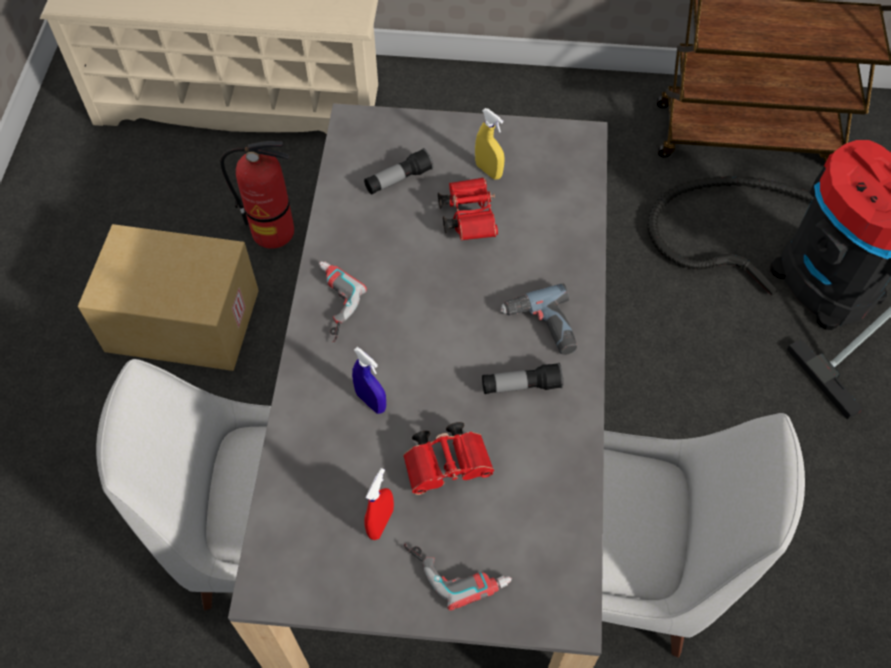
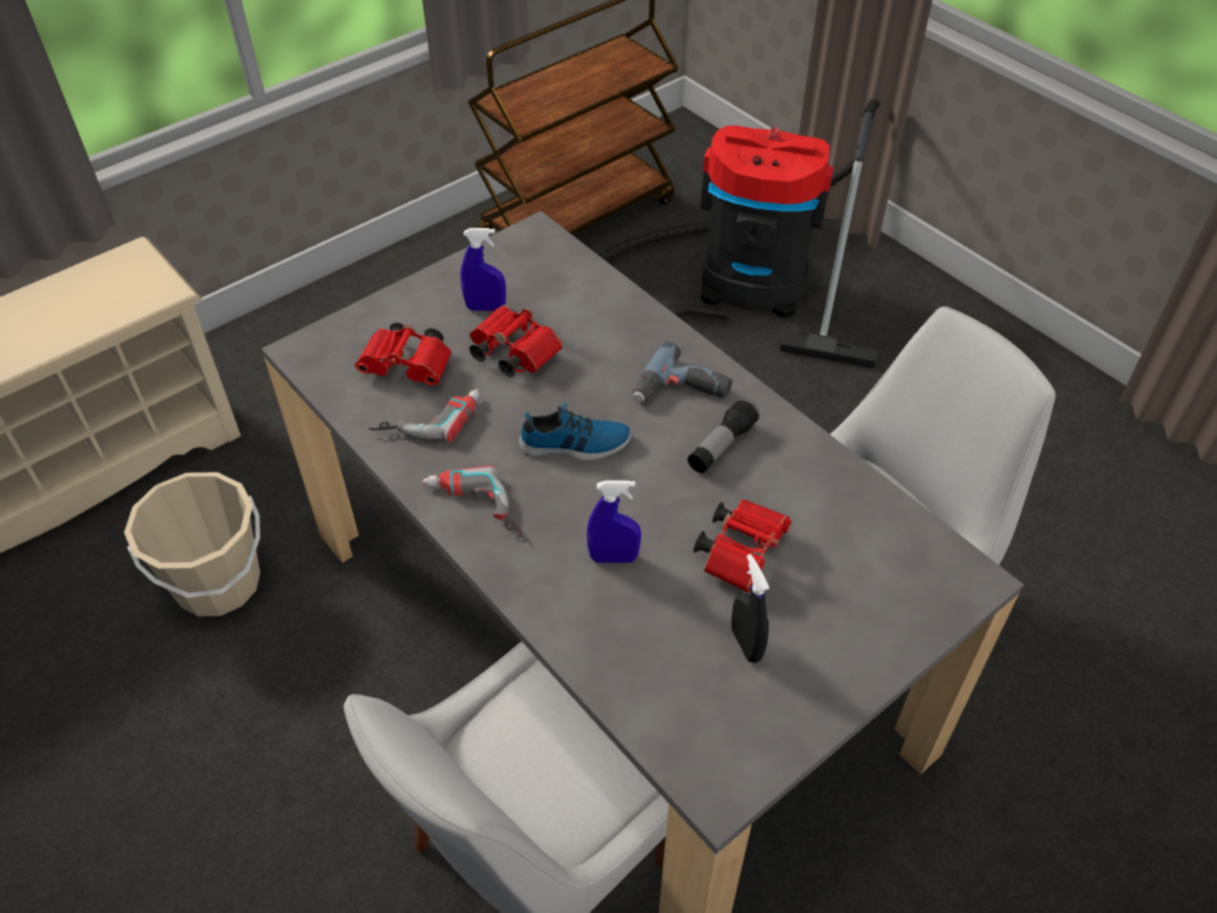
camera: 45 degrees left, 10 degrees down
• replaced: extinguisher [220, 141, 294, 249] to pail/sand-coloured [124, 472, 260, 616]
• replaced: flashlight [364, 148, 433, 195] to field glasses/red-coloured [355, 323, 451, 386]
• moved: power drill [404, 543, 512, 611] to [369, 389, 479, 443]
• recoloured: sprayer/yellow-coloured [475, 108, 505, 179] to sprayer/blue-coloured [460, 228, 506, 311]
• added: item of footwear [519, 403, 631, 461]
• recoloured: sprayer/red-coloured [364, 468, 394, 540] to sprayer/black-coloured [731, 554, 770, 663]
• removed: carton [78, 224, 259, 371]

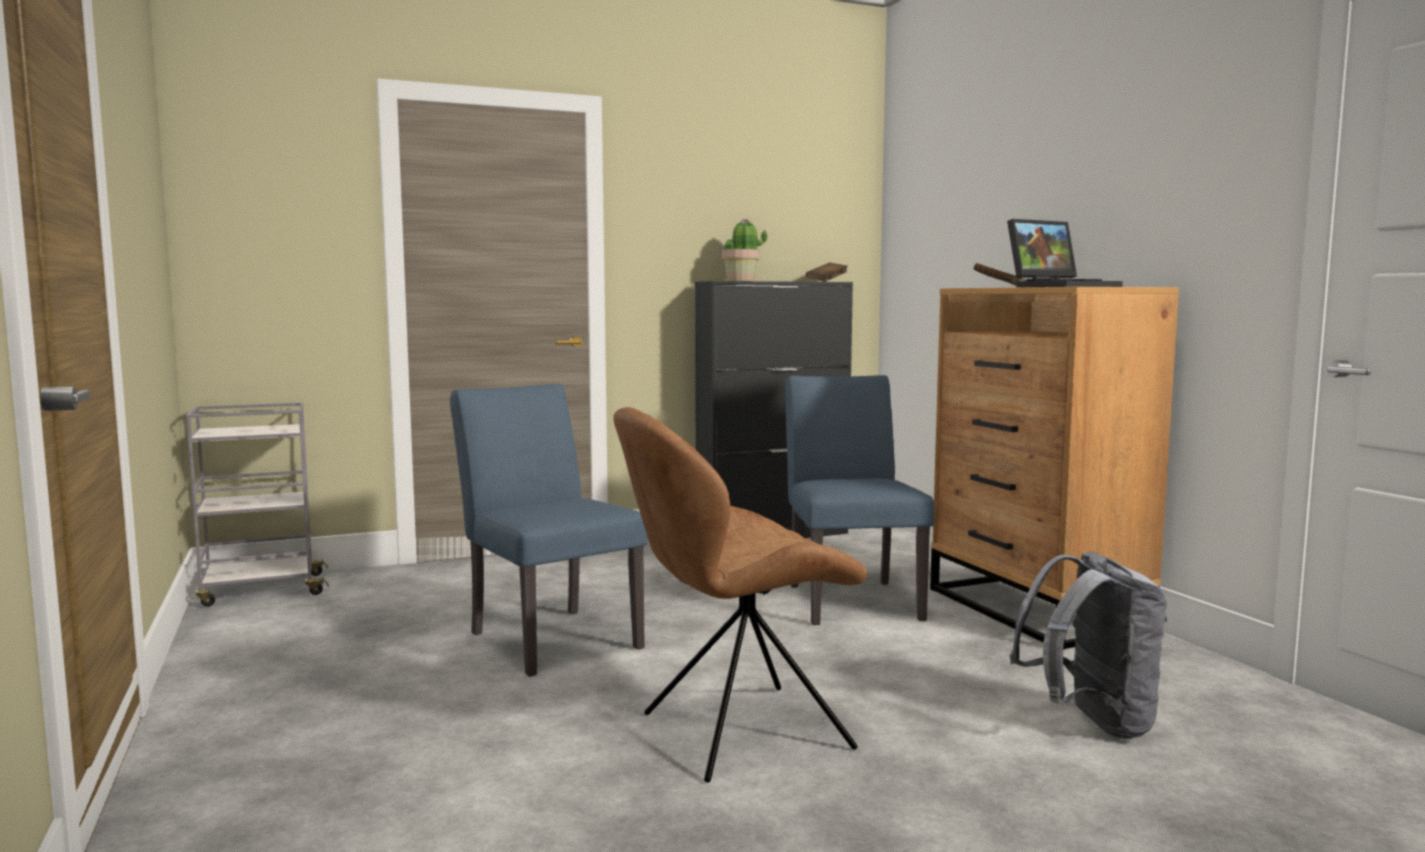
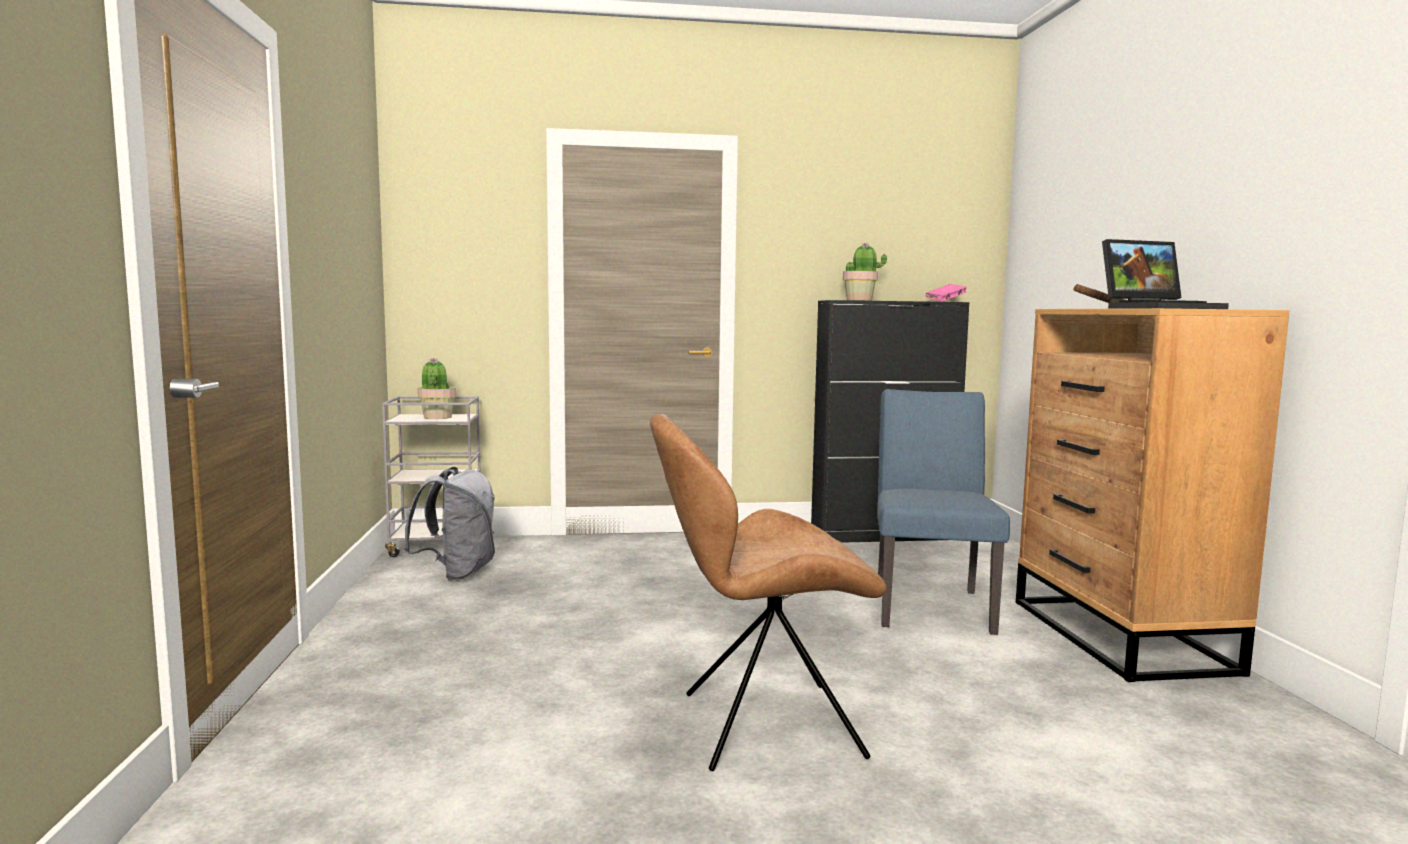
camera: 15 degrees right, 0 degrees up
• moved: knapsack/grey [1010, 552, 1167, 740] to [403, 467, 495, 581]
• added: plant in a pot [418, 358, 456, 419]
• recoloured: book/brown-coloured [806, 263, 847, 282] to book/pink-coloured [925, 284, 967, 302]
• removed: upright chair/blue-coloured [450, 384, 648, 677]

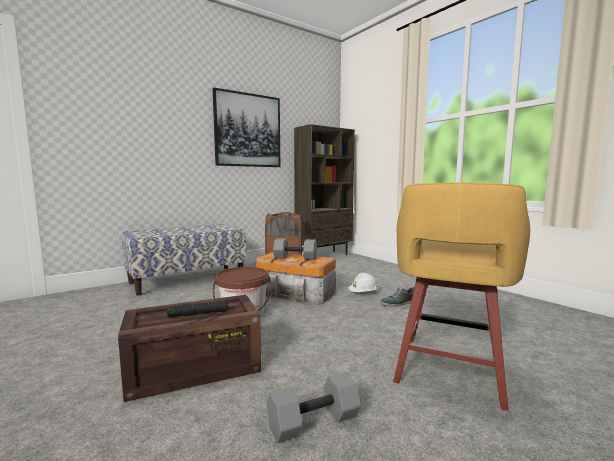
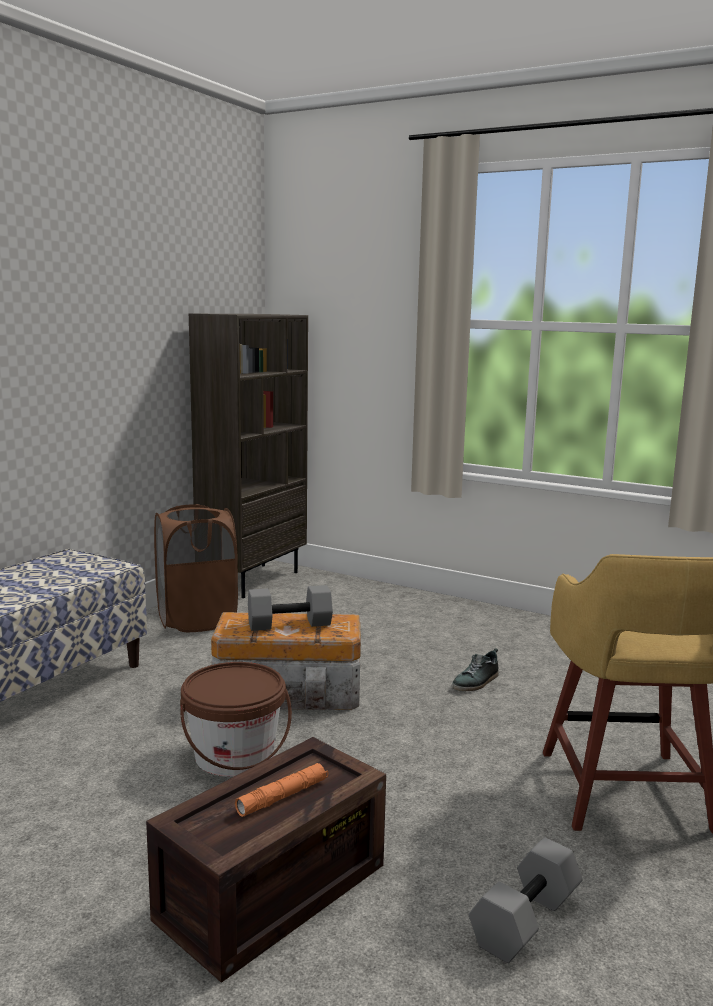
camera: 25 degrees left, 5 degrees up
• recoloured: flashlight/black-coloured [167, 301, 229, 317] to flashlight/orange [235, 763, 329, 817]
• removed: picture [212, 88, 280, 167]
• removed: work helmet/white-coloured [348, 273, 378, 292]

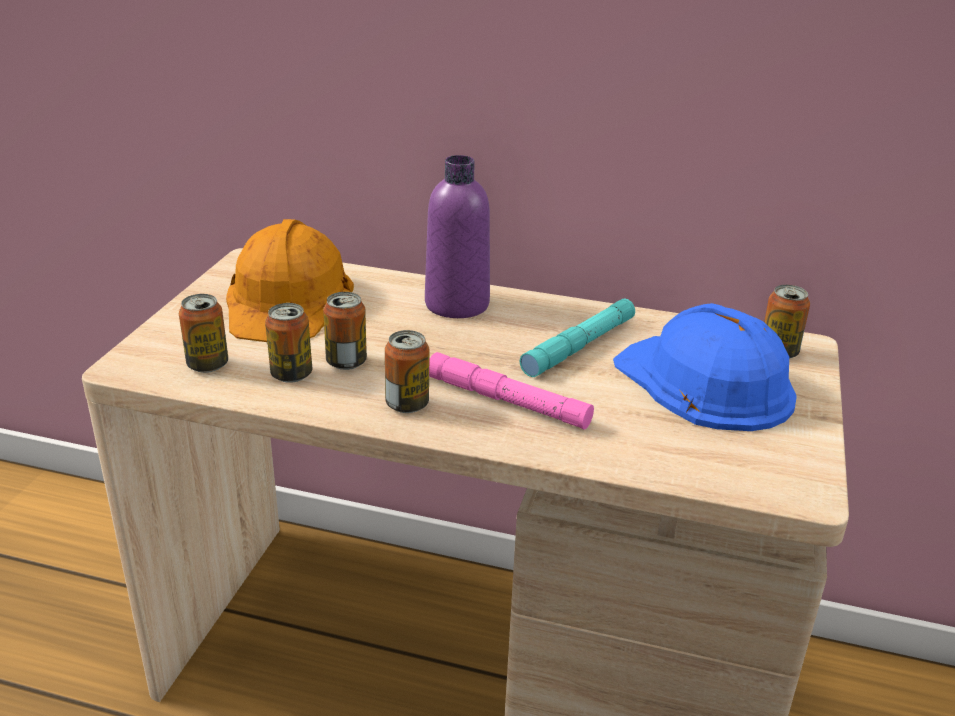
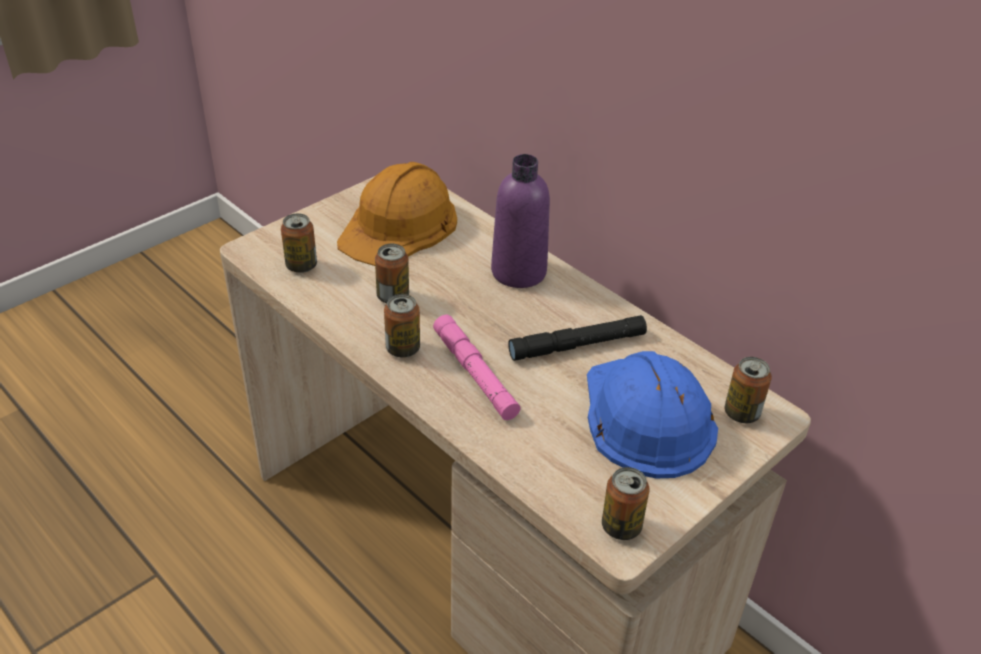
camera: 30 degrees right, 10 degrees up
• recoloured: flashlight/turquoise-coloured [520, 299, 635, 377] to flashlight/black-coloured [508, 315, 647, 361]
• moved: sealed can [265, 303, 312, 383] to [602, 467, 649, 540]

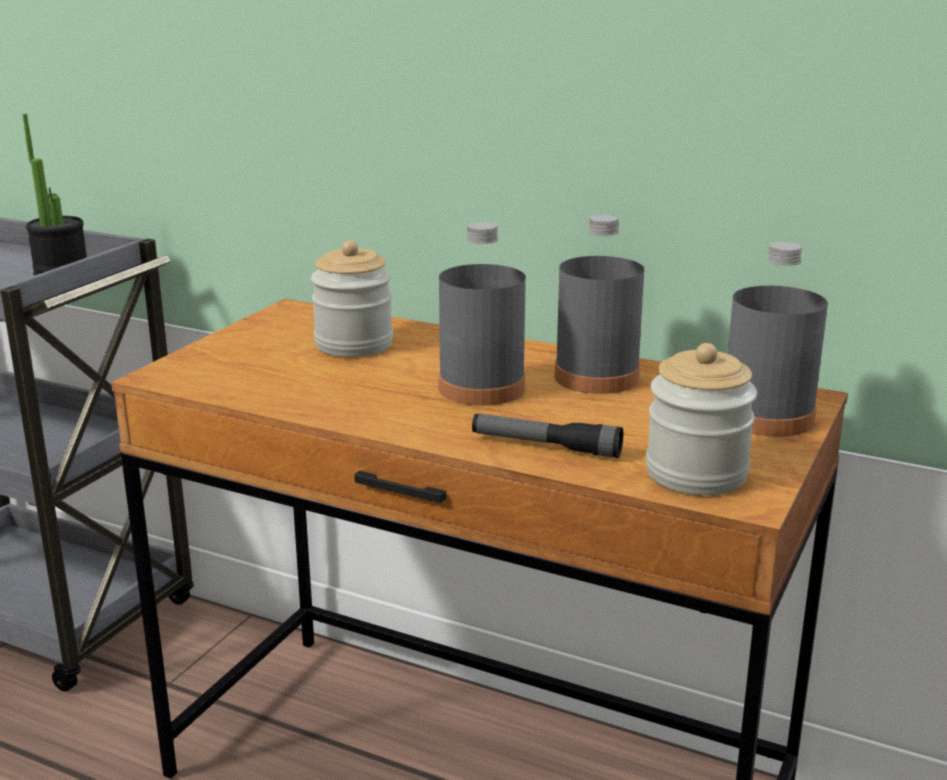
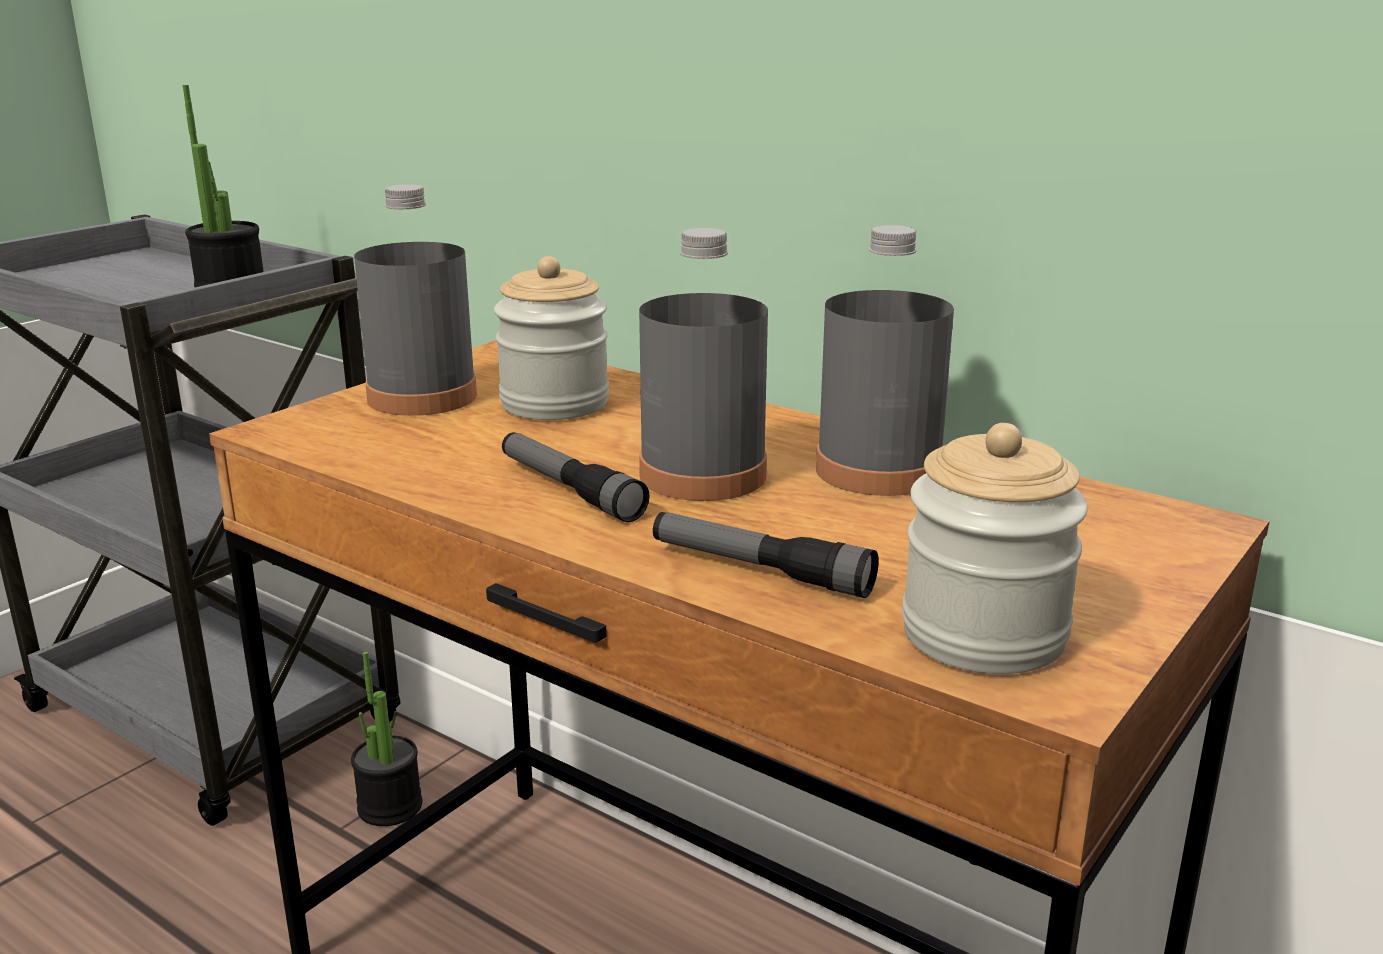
camera: 10 degrees right, 0 degrees up
• added: plant in a pot [351, 652, 422, 826]
• moved: drink bottle/grey [728, 242, 828, 437] to [354, 184, 477, 416]
• added: flashlight [502, 432, 650, 522]

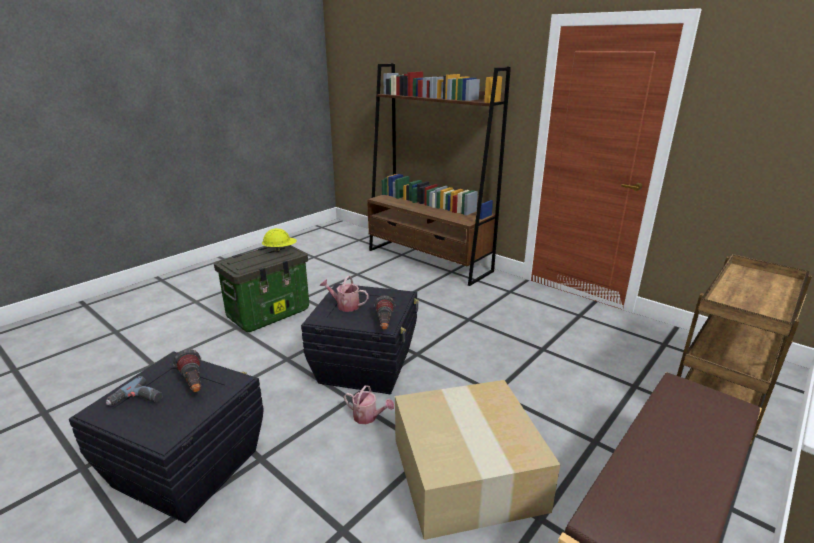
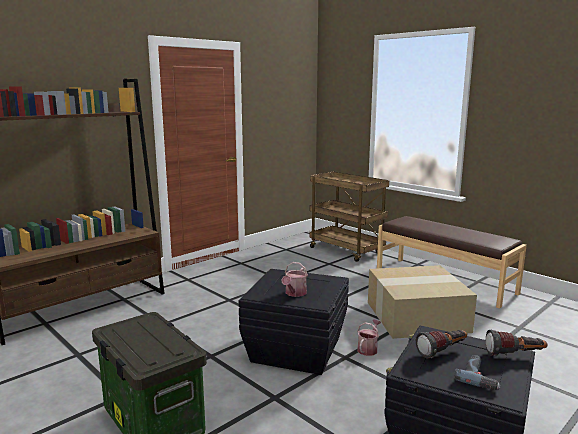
camera: 85 degrees left, 10 degrees down
• moved: flashlight [374, 295, 396, 329] to [486, 330, 548, 356]
• removed: work helmet/yellow-coloured [262, 228, 297, 252]

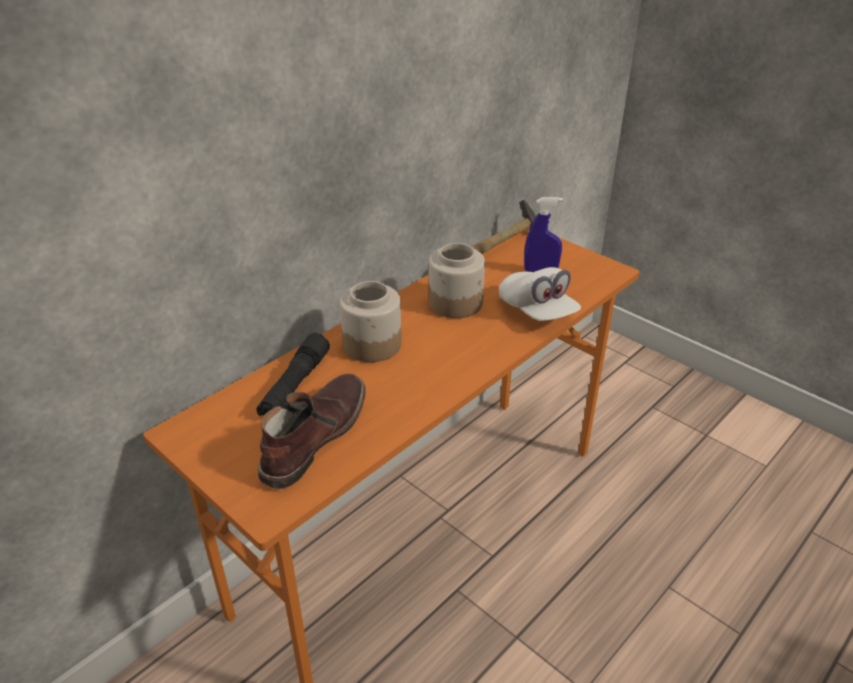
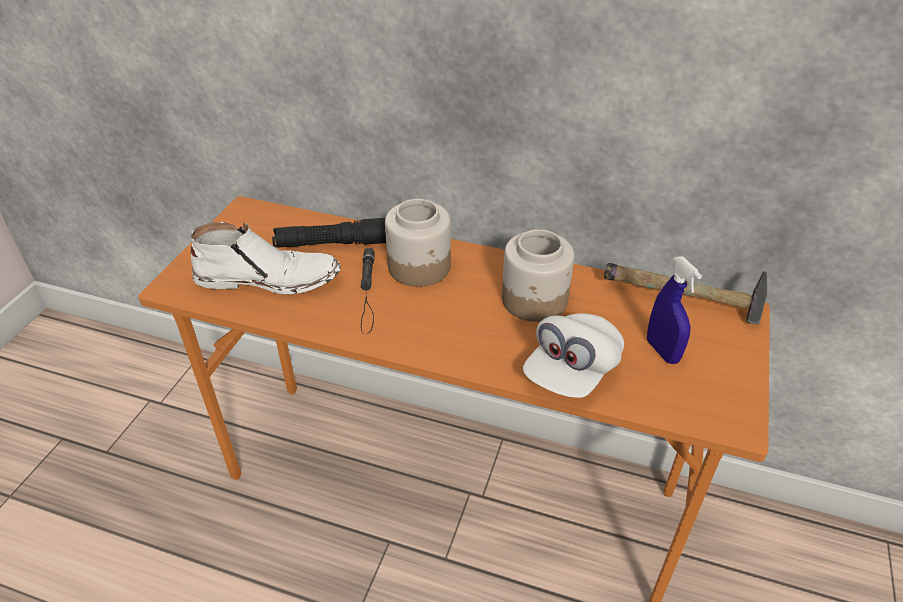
camera: 65 degrees right, 5 degrees up
• recoloured: boot/brown-coloured [258, 373, 366, 489] to boot/white-coloured [191, 222, 341, 295]
• added: flashlight/black-coloured [361, 248, 375, 334]

